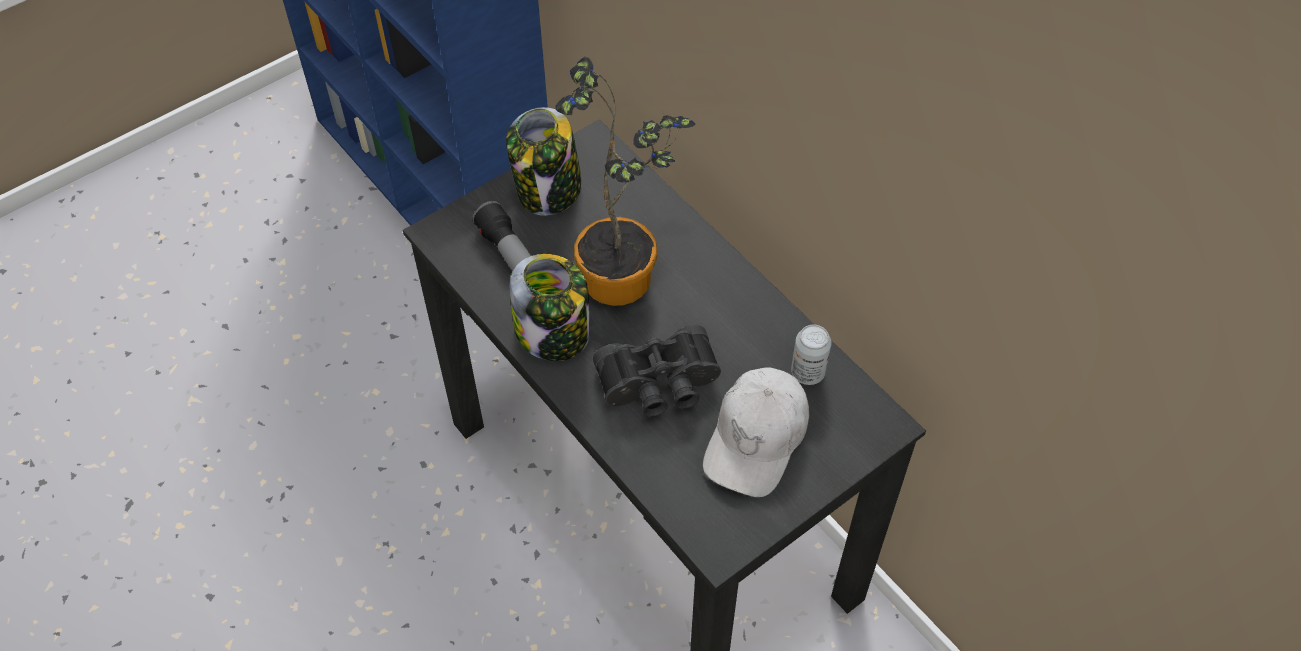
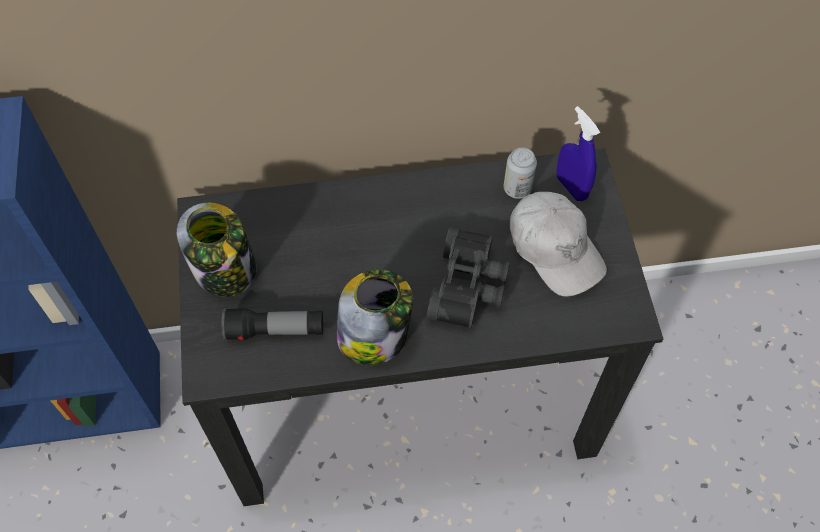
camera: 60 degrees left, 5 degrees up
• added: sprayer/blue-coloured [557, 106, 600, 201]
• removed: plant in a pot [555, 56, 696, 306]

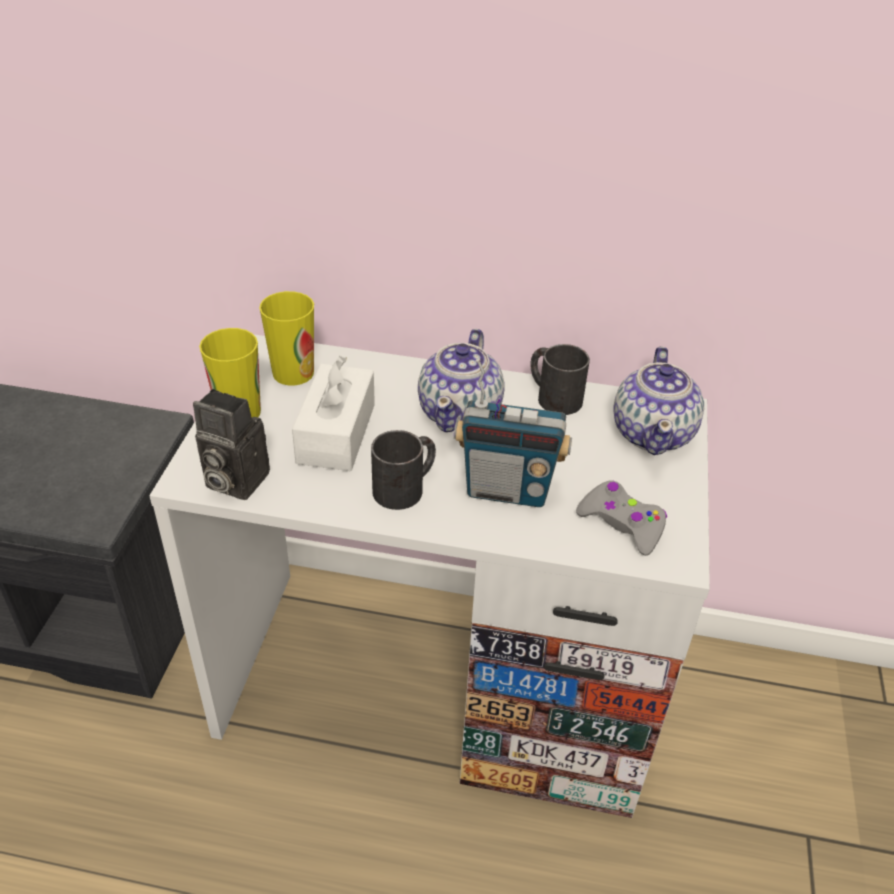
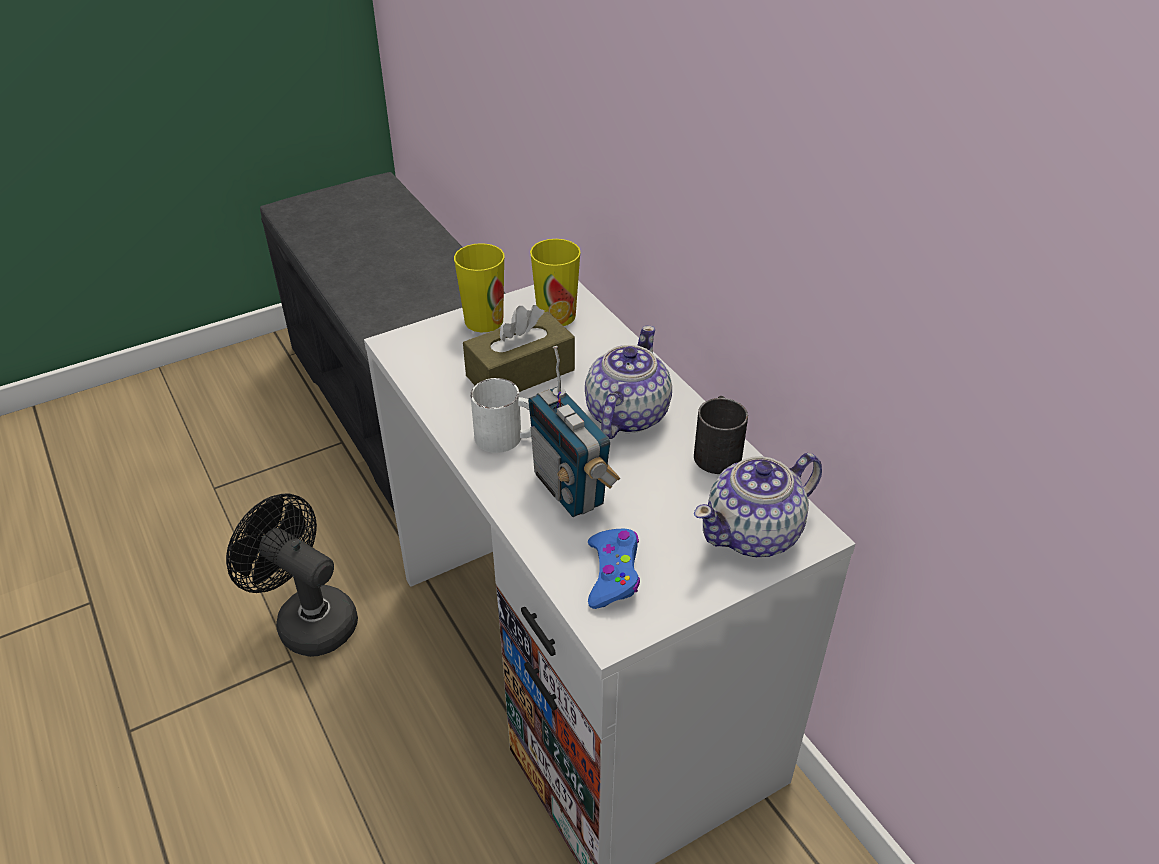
camera: 50 degrees right, 0 degrees up
• added: cooling fan/black-coloured [226, 494, 358, 657]
• recoloured: box of tissues/white-coloured [292, 356, 375, 471] to box of tissues/brown-coloured [463, 305, 575, 392]
• recoloured: tea mug/black-coloured [371, 430, 436, 510] to tea mug/white-coloured [471, 378, 531, 453]
• turned: tea pot [418, 329, 505, 432] = [585, 325, 672, 439] 135 degrees clockwise
• recoloured: joypad/grey [576, 480, 667, 556] to joypad/blue-coloured [588, 529, 640, 609]
• removed: still camera [193, 389, 270, 500]

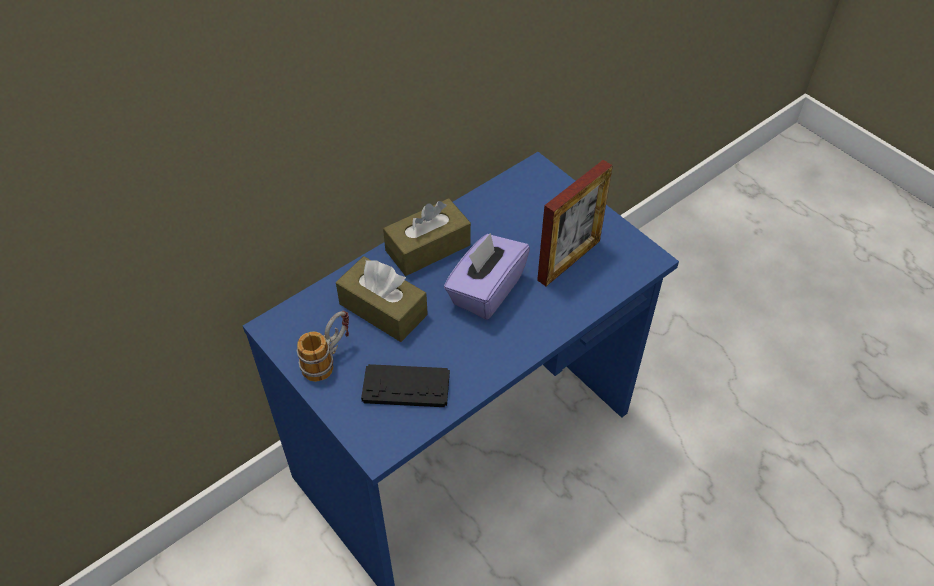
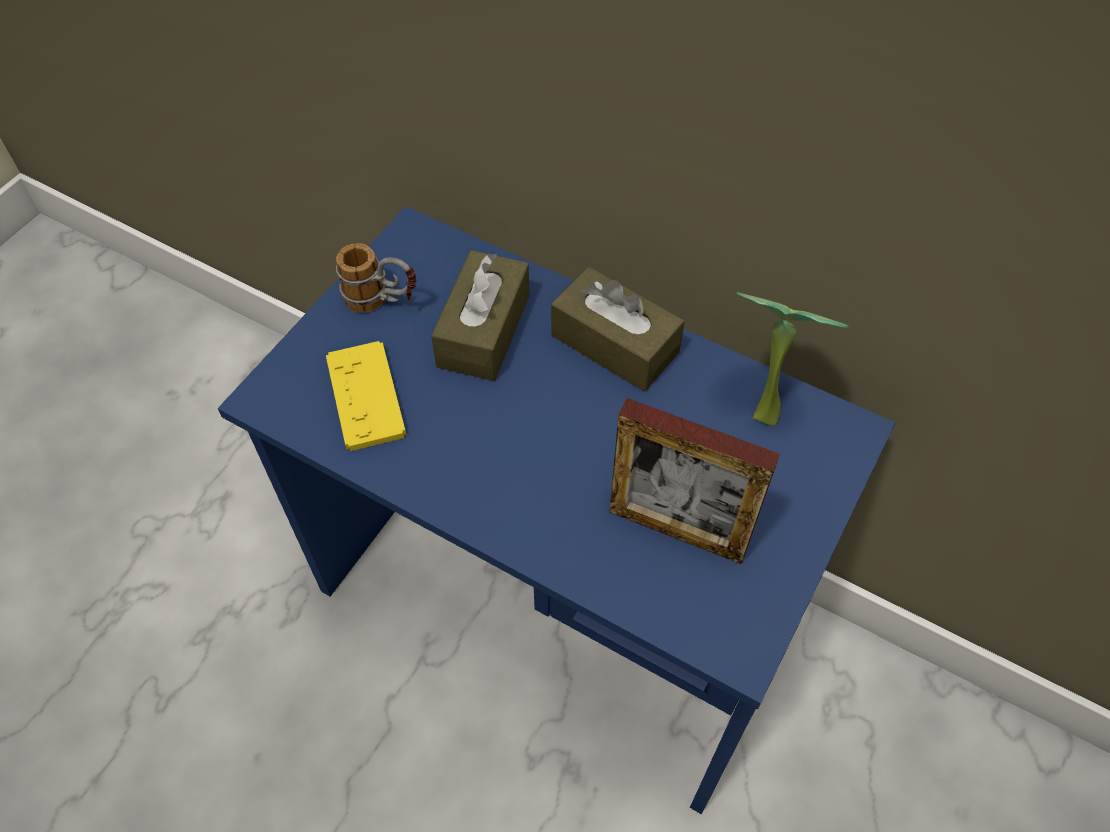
camera: 70 degrees right, 5 degrees up
• recoloured: joypad/black-coloured [361, 364, 450, 407] to joypad/yellow-coloured [326, 341, 406, 451]
• added: plant in a pot [736, 292, 849, 426]
• removed: box of tissues/purple [444, 233, 530, 320]

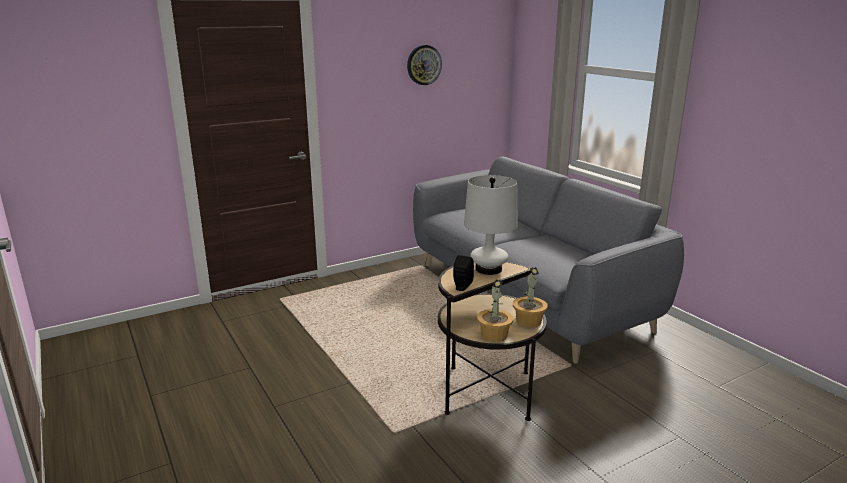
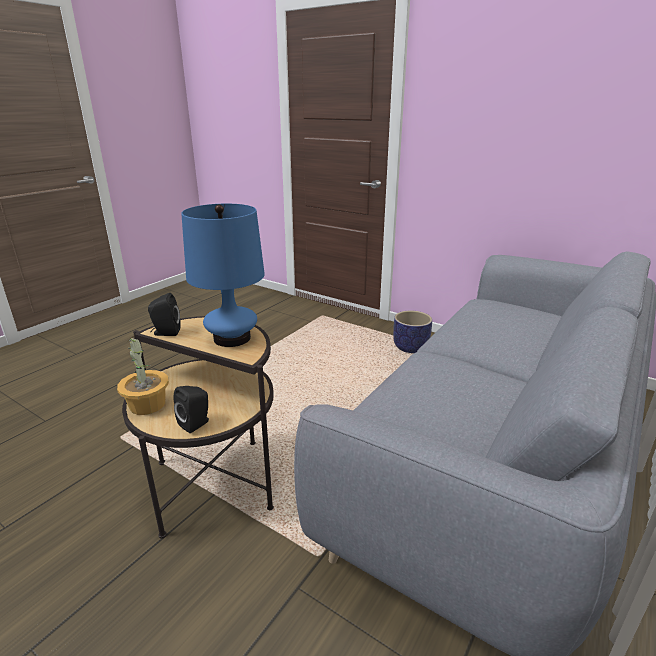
camera: 65 degrees right, 5 degrees up
• replaced: plant in a pot [513, 267, 548, 327] to loudspeaker/black-coloured [173, 386, 209, 433]
• recoloured: tabletop lamp/white-coloured [464, 175, 517, 275] to tabletop lamp/blue-coloured [181, 204, 265, 347]
• added: flower pot [393, 311, 432, 353]
• removed: hanging clock [407, 45, 442, 85]

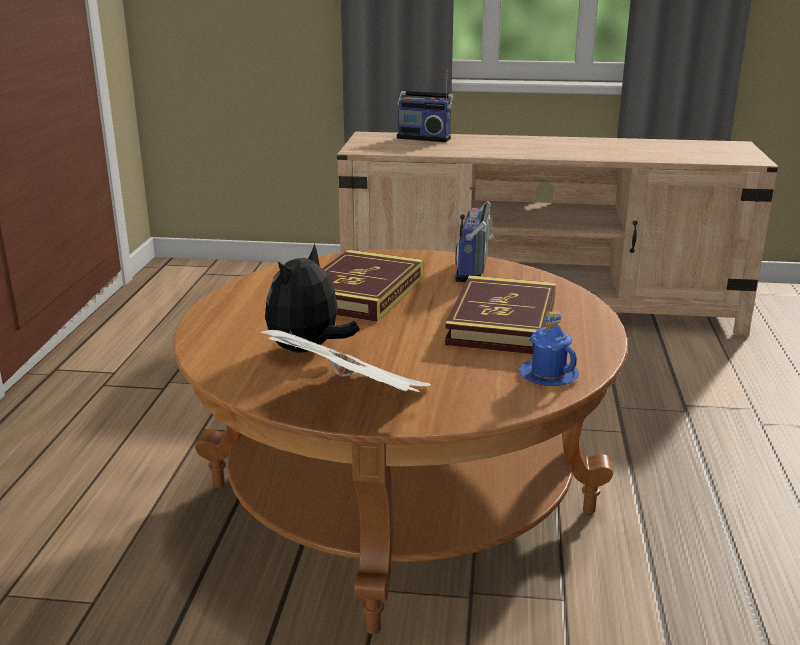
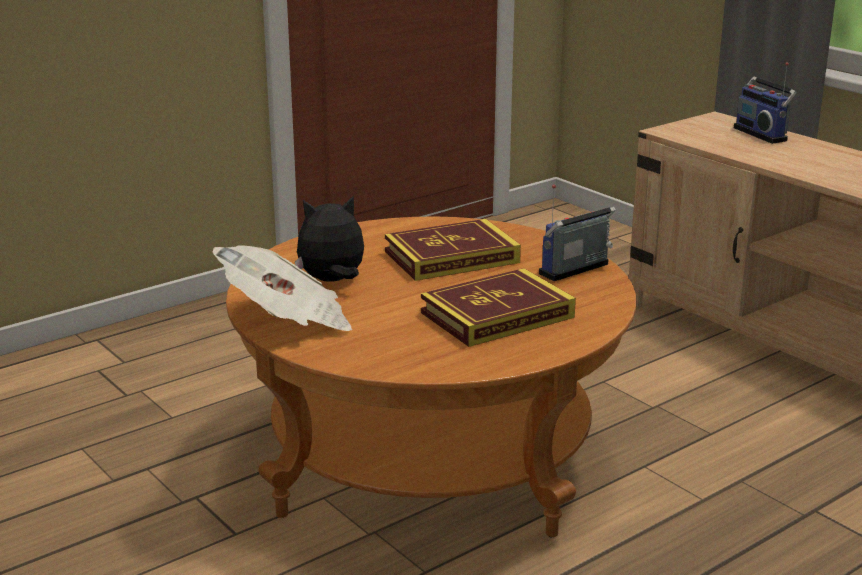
camera: 45 degrees right, 0 degrees up
• removed: tea mug/blue-coloured [519, 312, 579, 386]

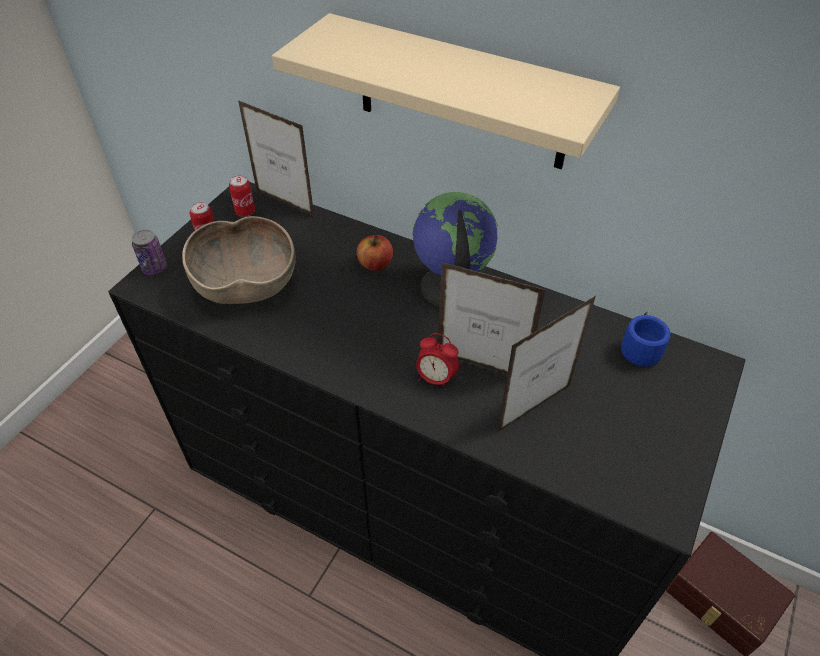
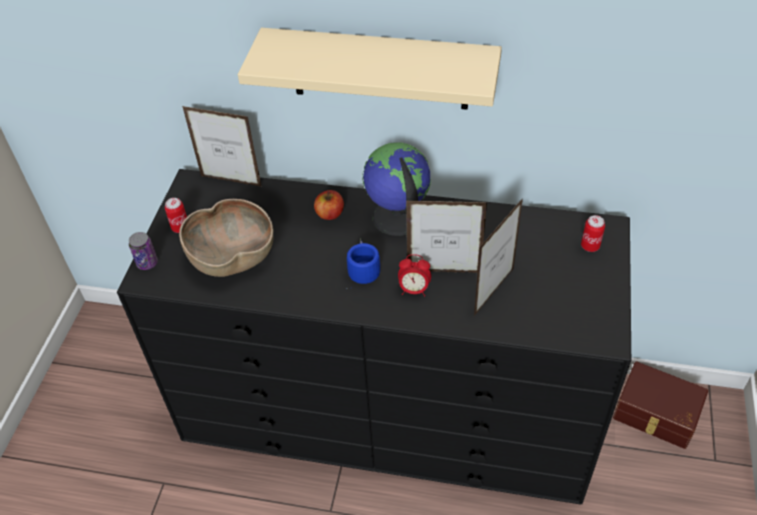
camera: 15 degrees left, 0 degrees up
• moved: tea mug/blue-coloured [614, 308, 671, 367] to [345, 238, 380, 289]
• moved: sealed can [229, 175, 255, 217] to [581, 215, 605, 252]

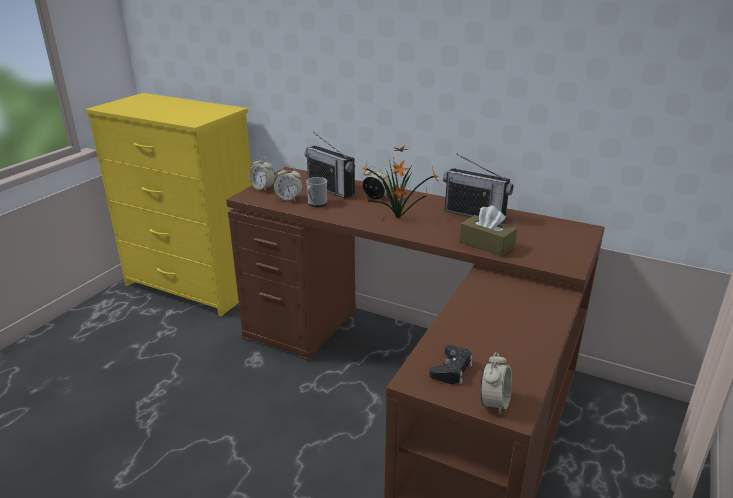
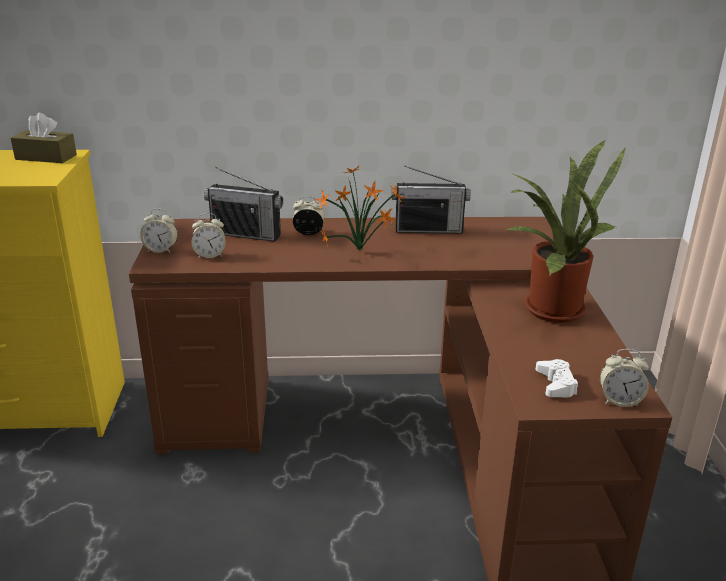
camera: 30 degrees left, 0 degrees up
• moved: box of tissues/brown-coloured [459, 206, 517, 257] to [11, 113, 77, 163]
• added: plant in a pot [506, 140, 626, 323]
• recoloured: joypad/black-coloured [429, 345, 472, 385] to joypad/white-coloured [535, 359, 578, 397]
• turned: table clock [480, 352, 512, 415] = [600, 349, 649, 407] 105 degrees clockwise
• removed: tea mug [306, 177, 327, 207]

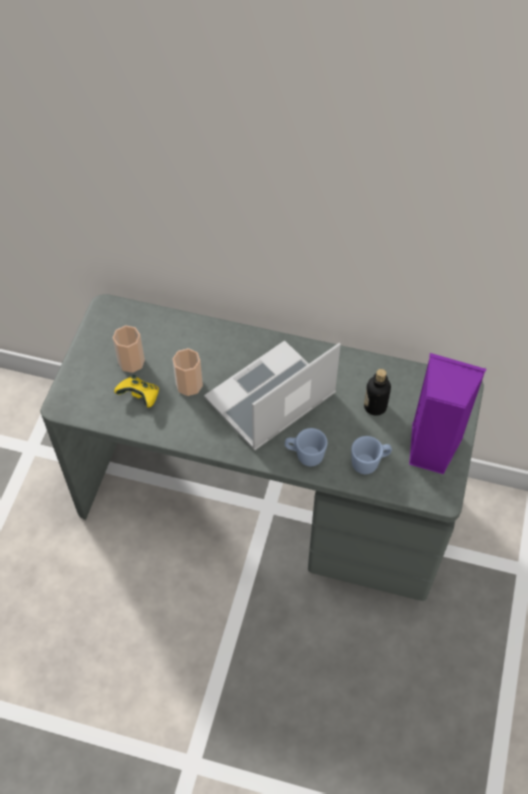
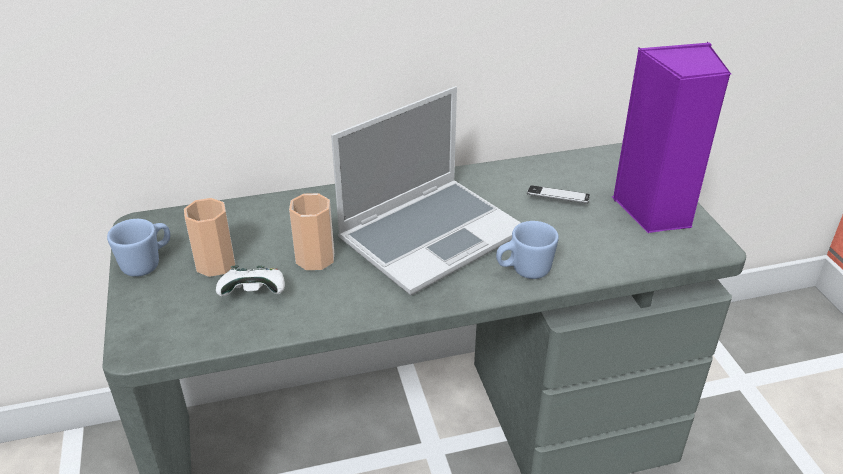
camera: 30 degrees left, 20 degrees down
• moved: tea mug/blue-coloured [351, 436, 392, 474] to [107, 219, 170, 277]
• recoloured: joypad/yellow-coloured [114, 375, 159, 408] to joypad/white-coloured [216, 266, 285, 296]
• turned: portable computer [204, 340, 341, 450] = [331, 86, 521, 295] 150 degrees counterclockwise
• replaced: drink bottle [364, 369, 391, 416] to handset [527, 185, 590, 203]

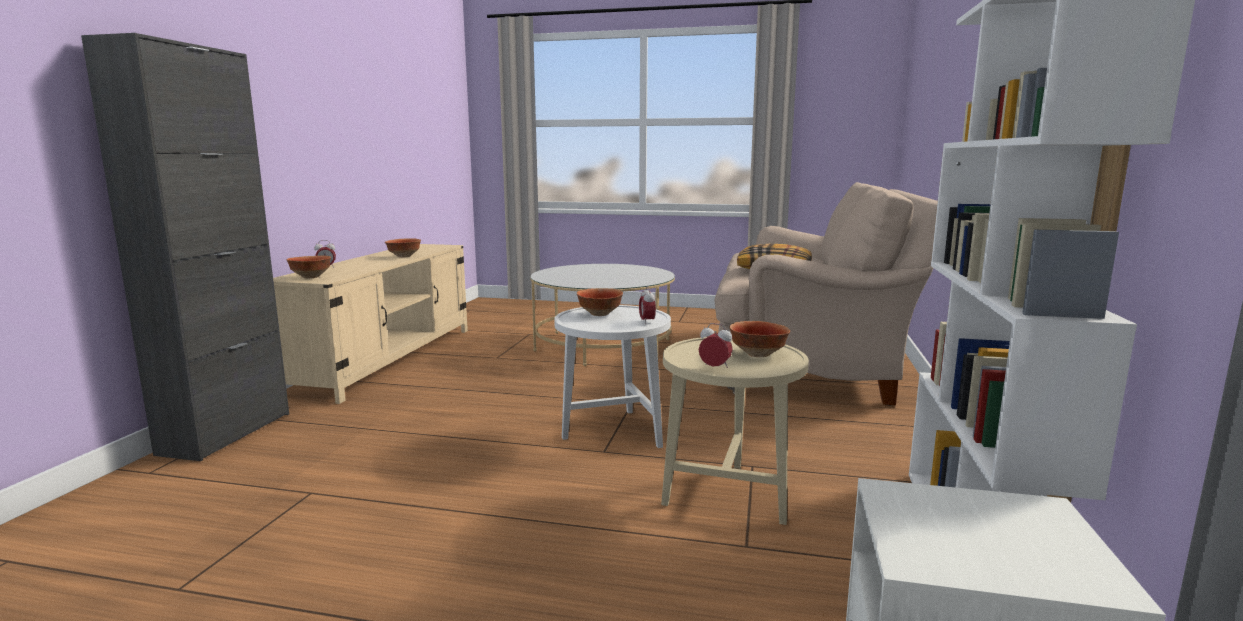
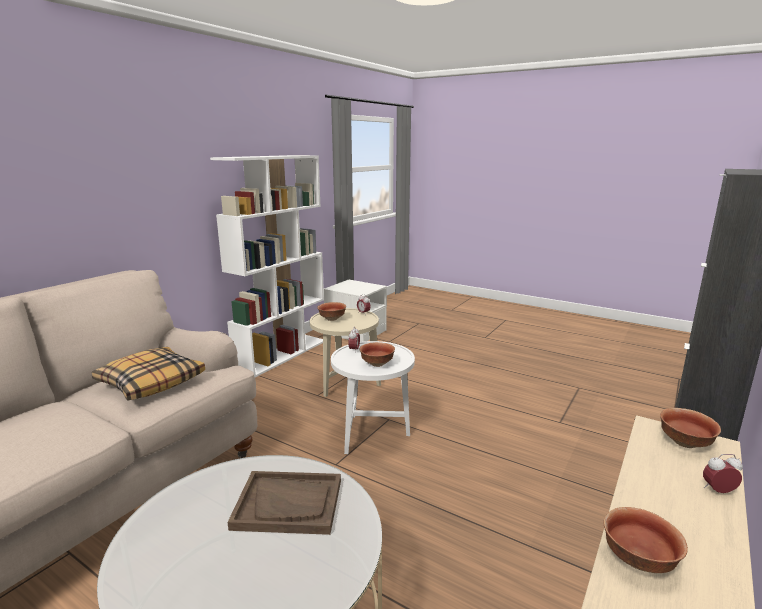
camera: 160 degrees left, 5 degrees up
• added: tray/brown-coloured [228, 471, 341, 535]

